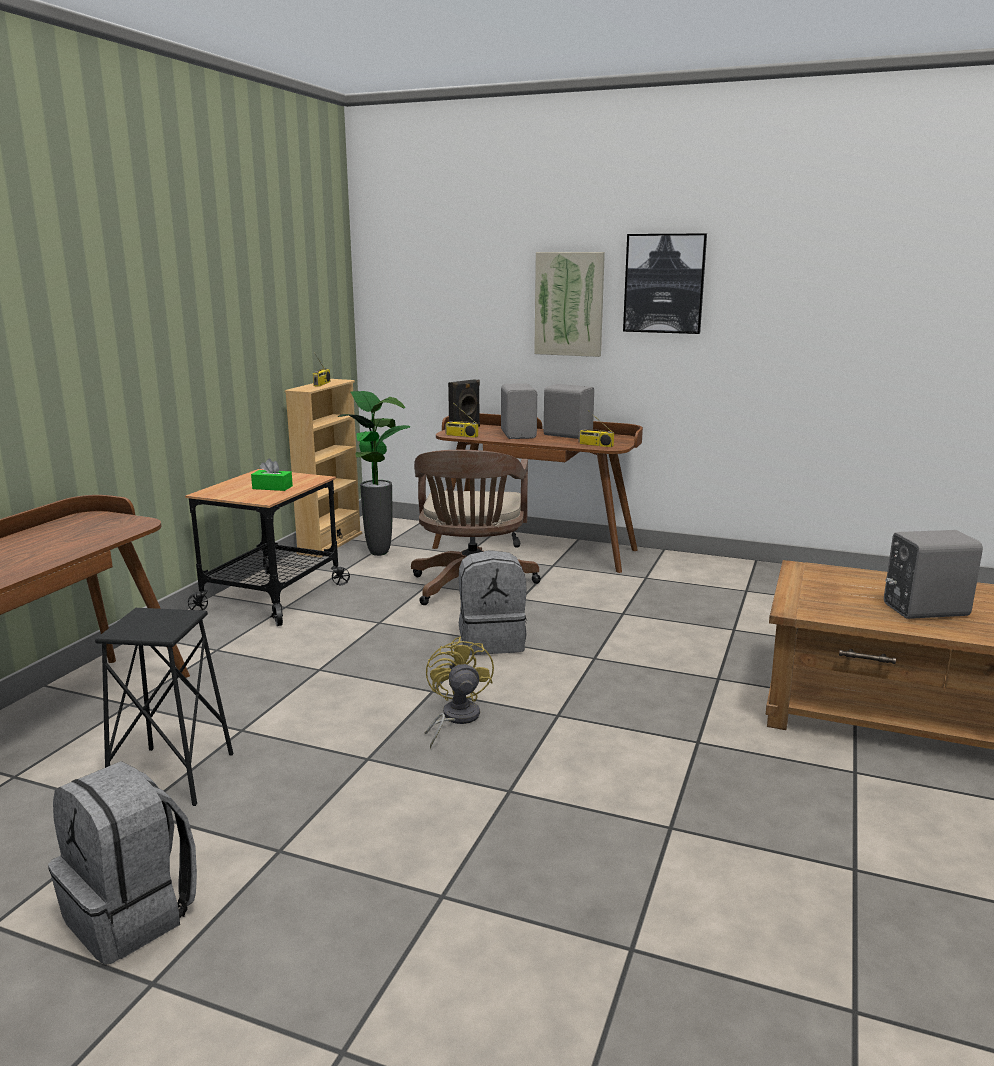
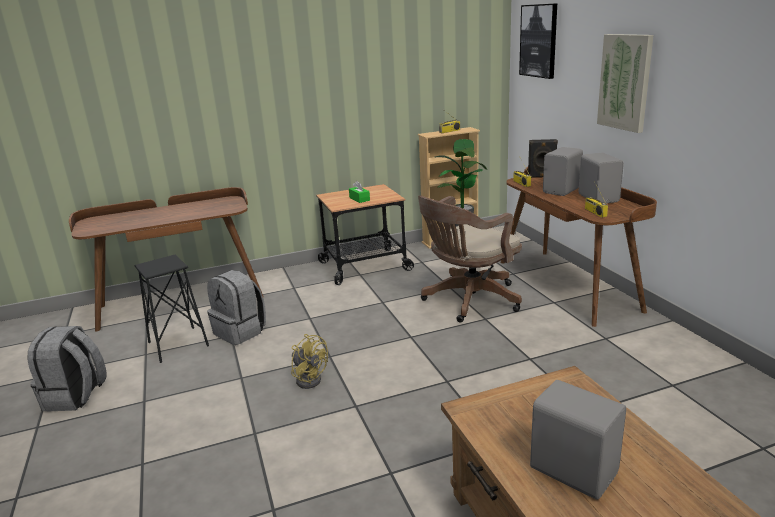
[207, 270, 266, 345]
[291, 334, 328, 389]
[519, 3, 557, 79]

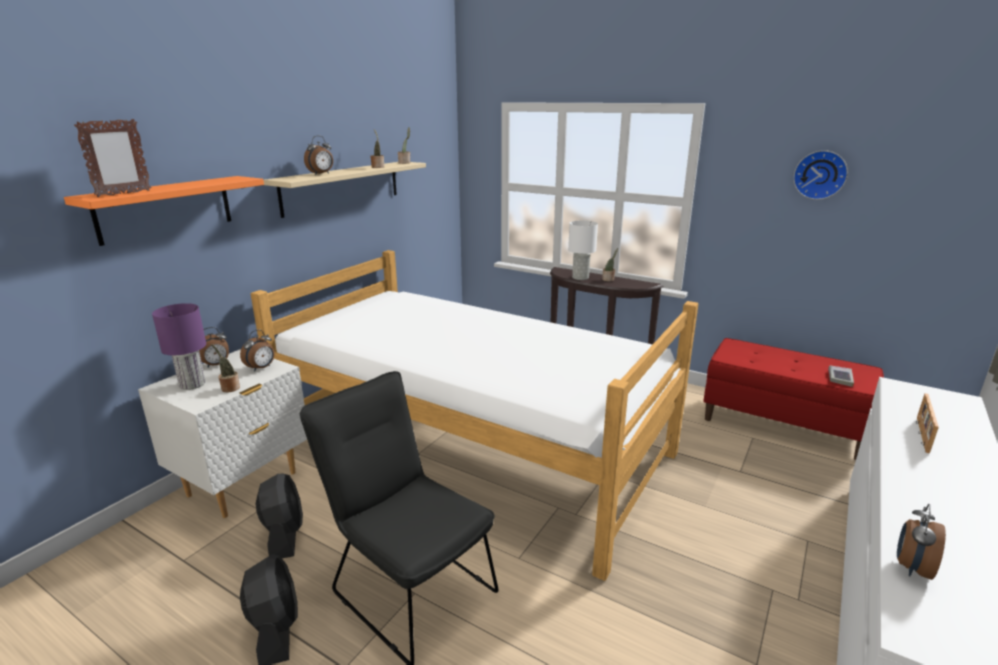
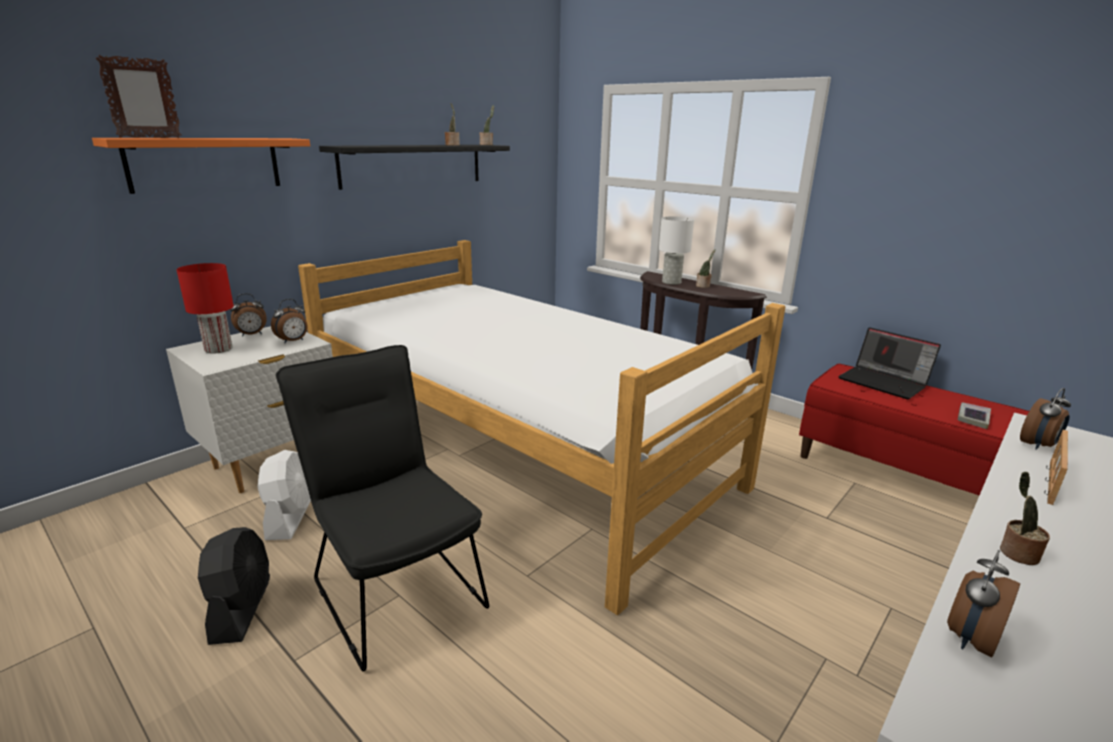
[176, 263, 234, 354]
[258, 450, 311, 540]
[319, 145, 510, 190]
[838, 327, 941, 399]
[1000, 472, 1050, 565]
[1020, 388, 1071, 450]
[793, 150, 848, 200] (first image)

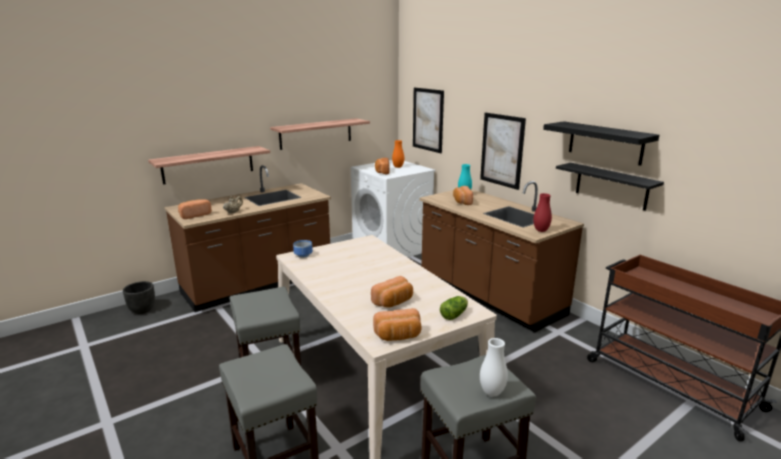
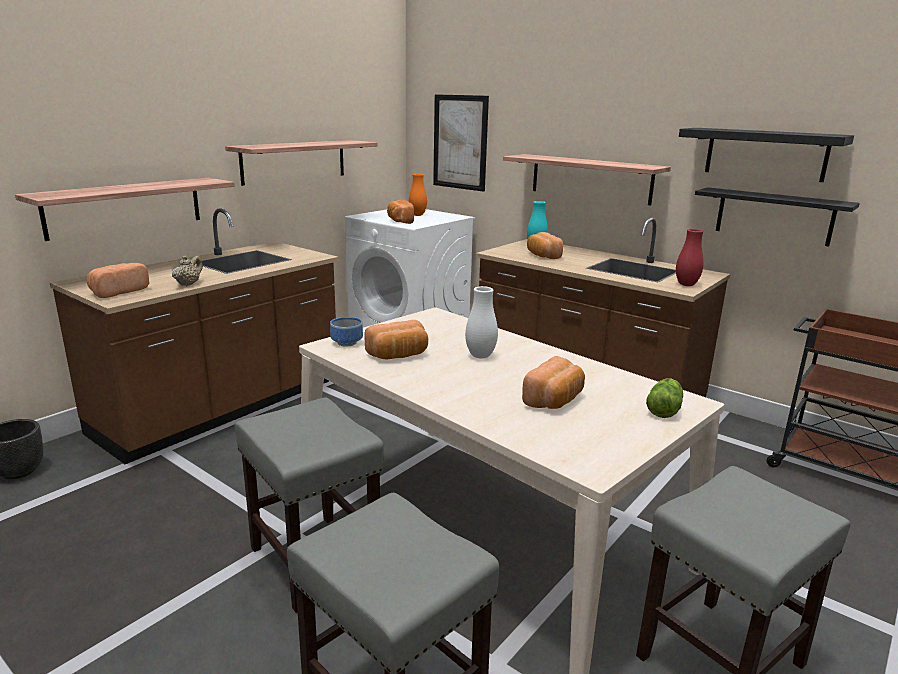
[364, 320, 428, 359]
[465, 286, 498, 359]
[503, 154, 671, 206]

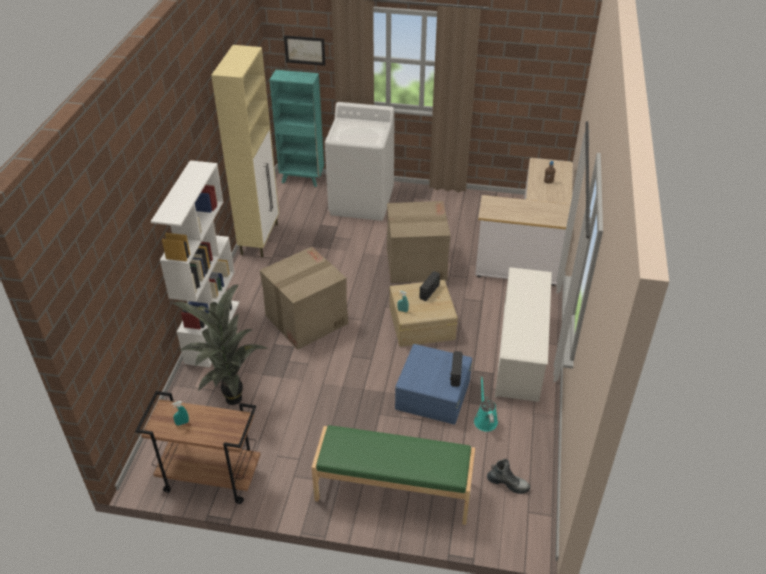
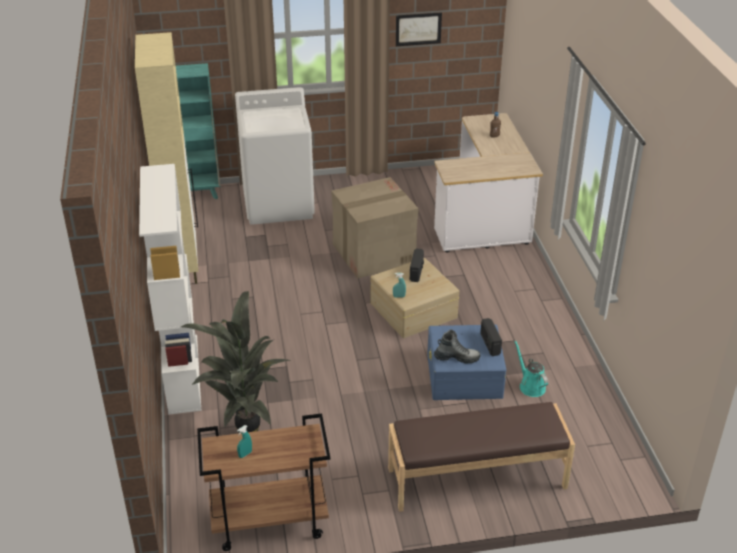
[388, 402, 575, 512]
[396, 12, 442, 46]
[434, 330, 480, 364]
[260, 247, 348, 350] (first image)
[495, 267, 552, 402] (first image)

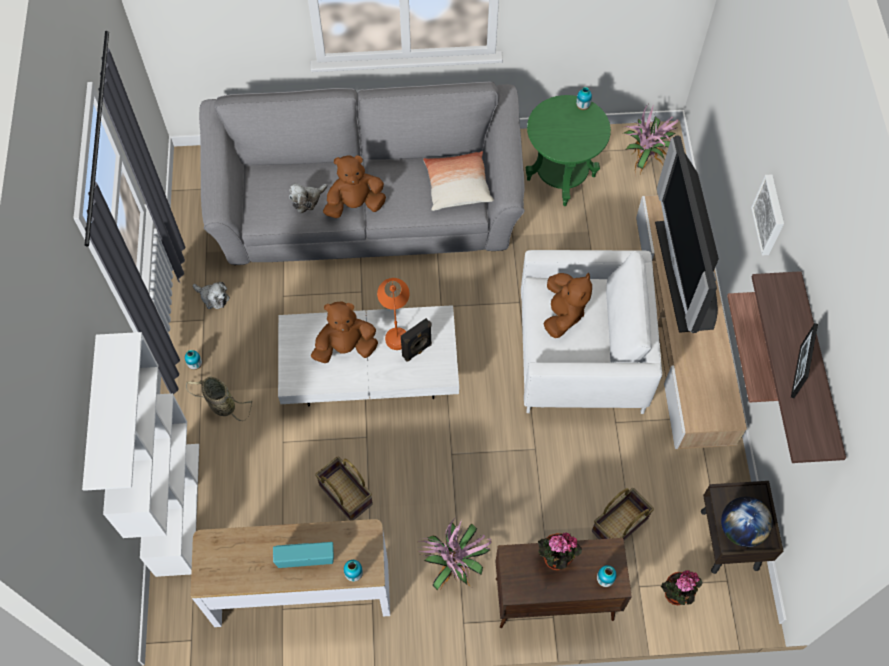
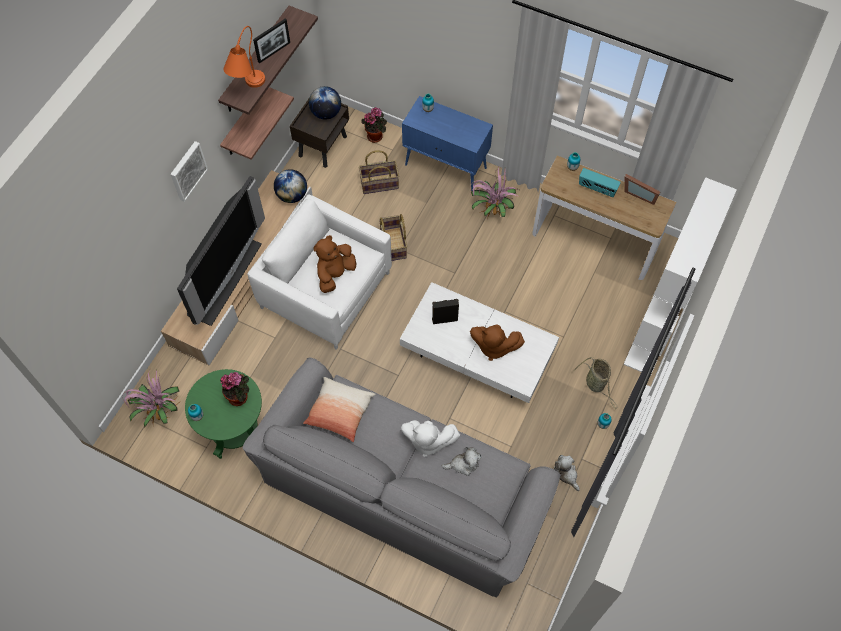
[220, 372, 249, 406]
[223, 26, 265, 88]
[274, 169, 307, 203]
[379, 214, 407, 261]
[401, 420, 460, 457]
[402, 96, 493, 192]
[625, 174, 660, 205]

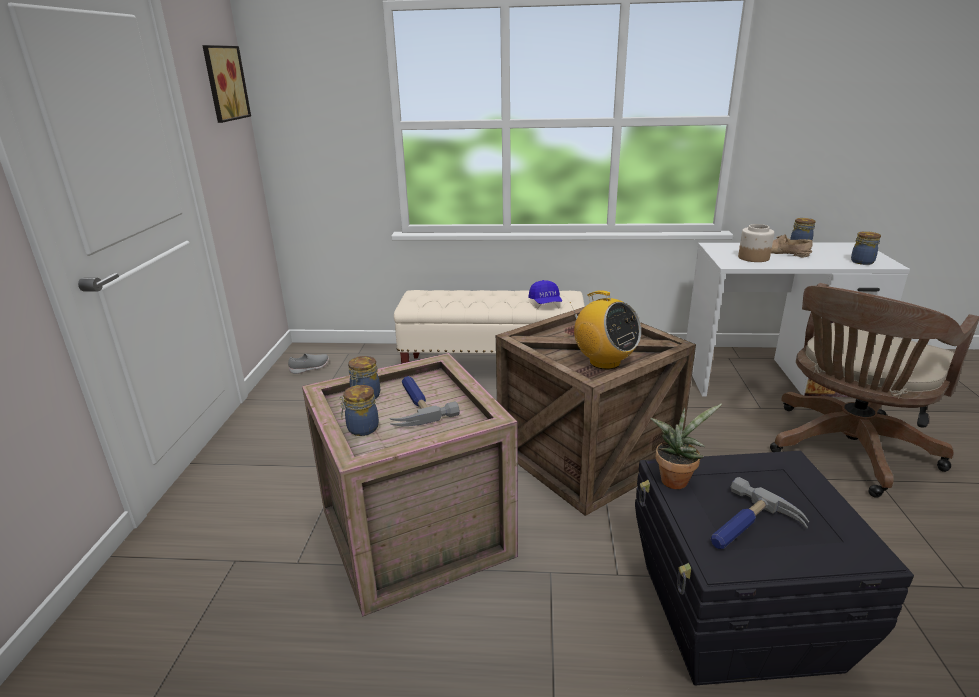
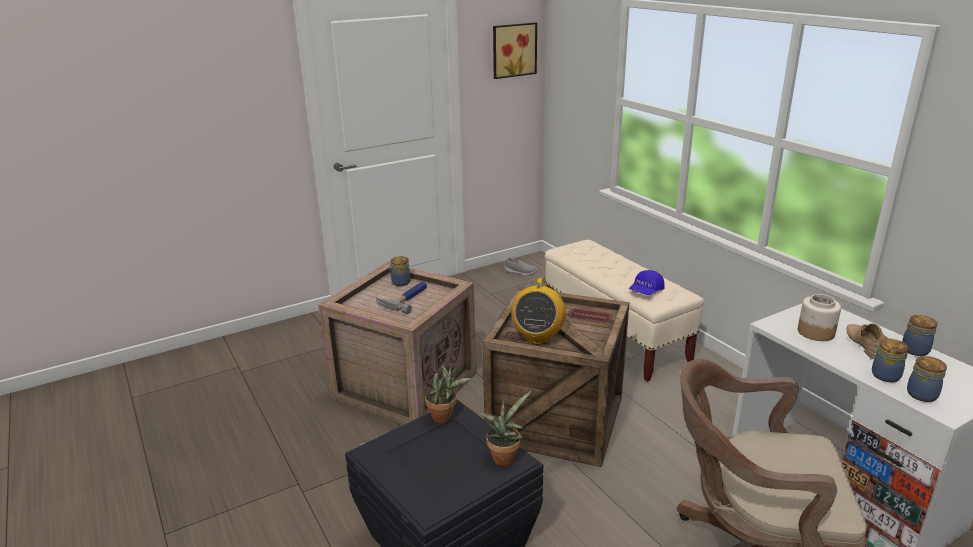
[478, 391, 531, 466]
[870, 338, 909, 382]
[711, 477, 809, 549] (first image)

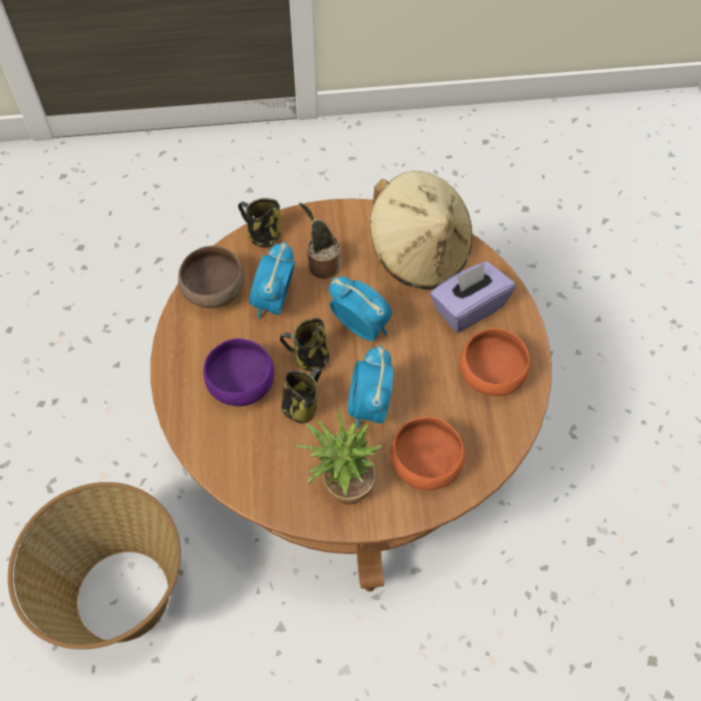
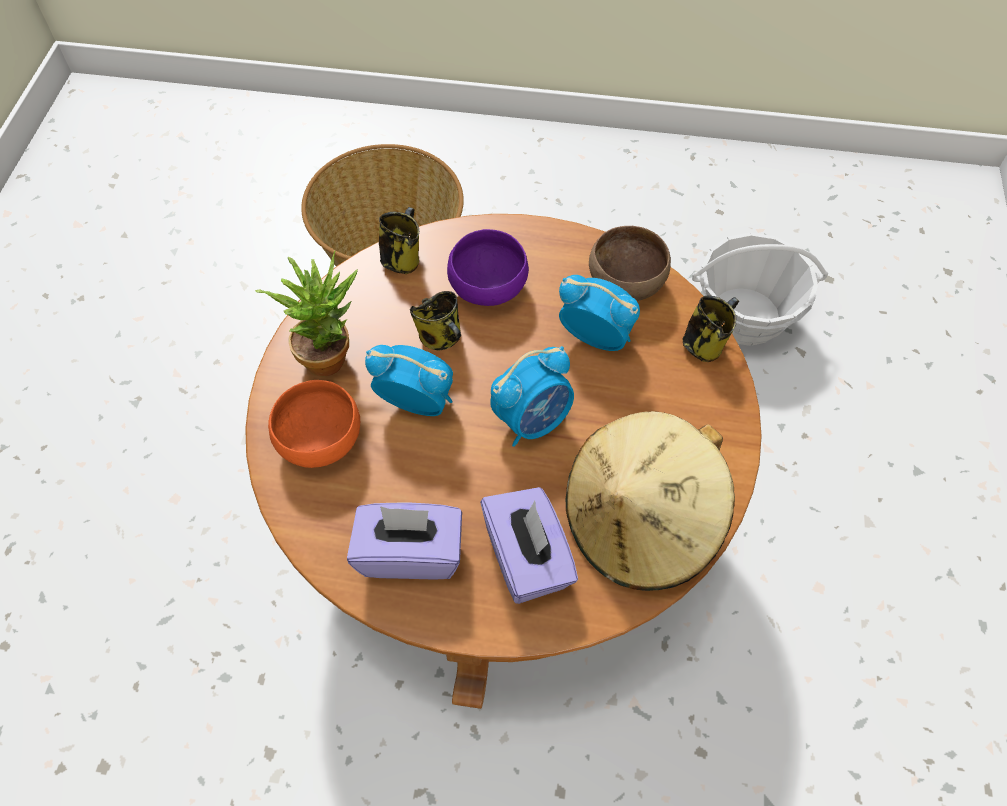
[347, 503, 462, 580]
[379, 207, 419, 274]
[692, 233, 828, 346]
[299, 203, 341, 279] (first image)

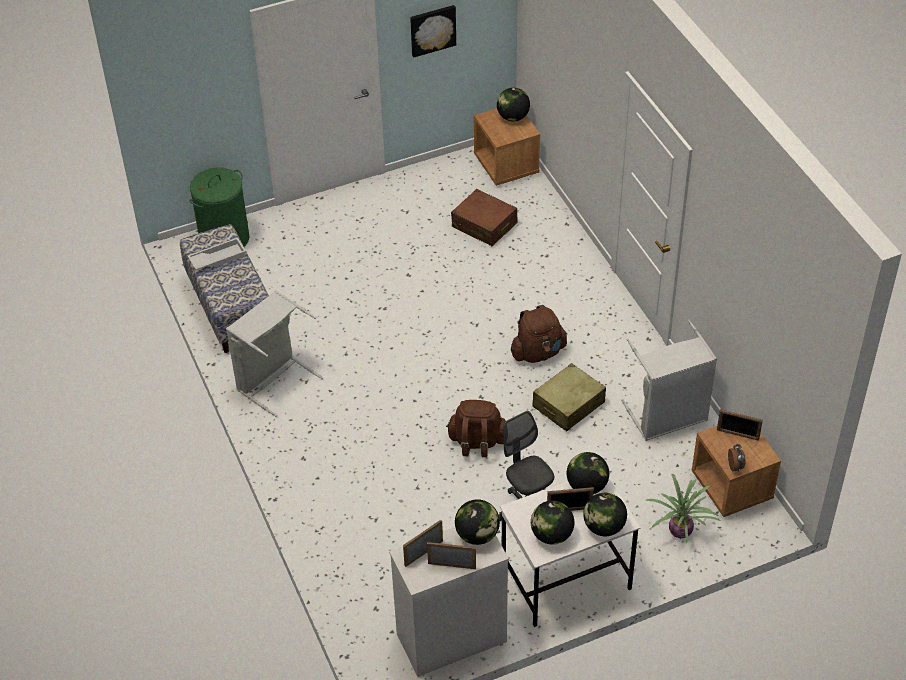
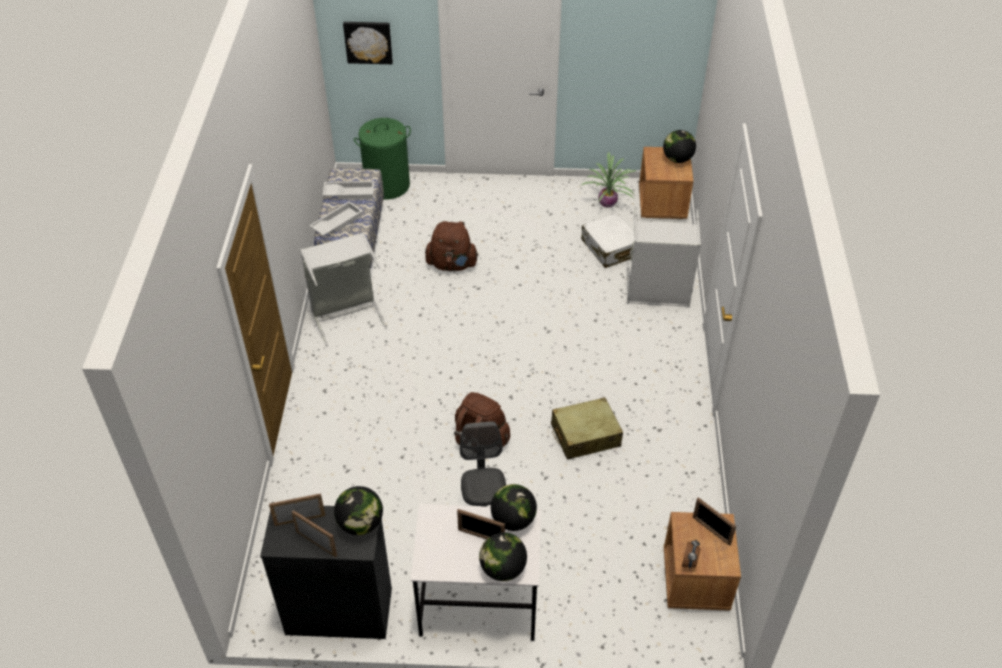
[260, 506, 392, 639]
[309, 201, 363, 236]
[343, 22, 393, 64]
[425, 221, 479, 271]
[580, 152, 637, 207]
[581, 213, 634, 268]
[627, 206, 701, 307]
[531, 500, 574, 545] (first image)

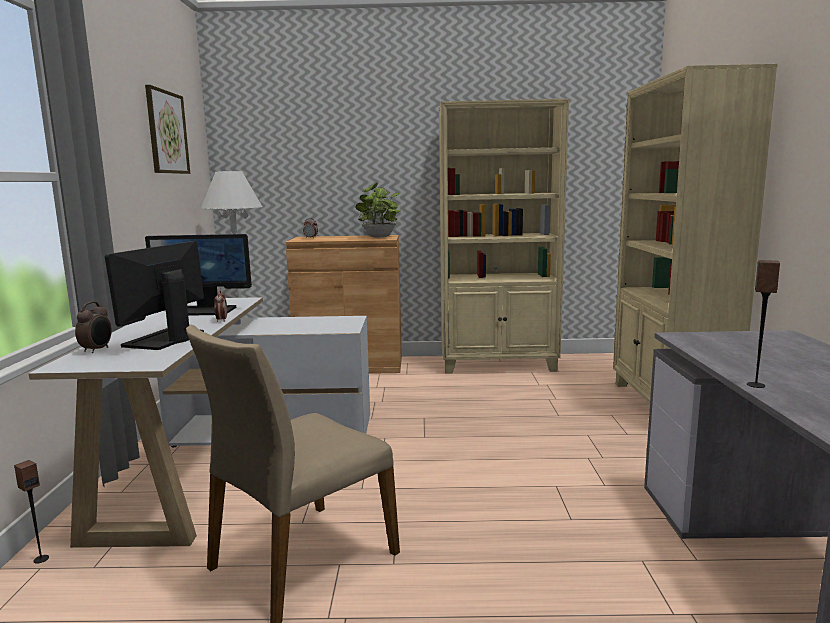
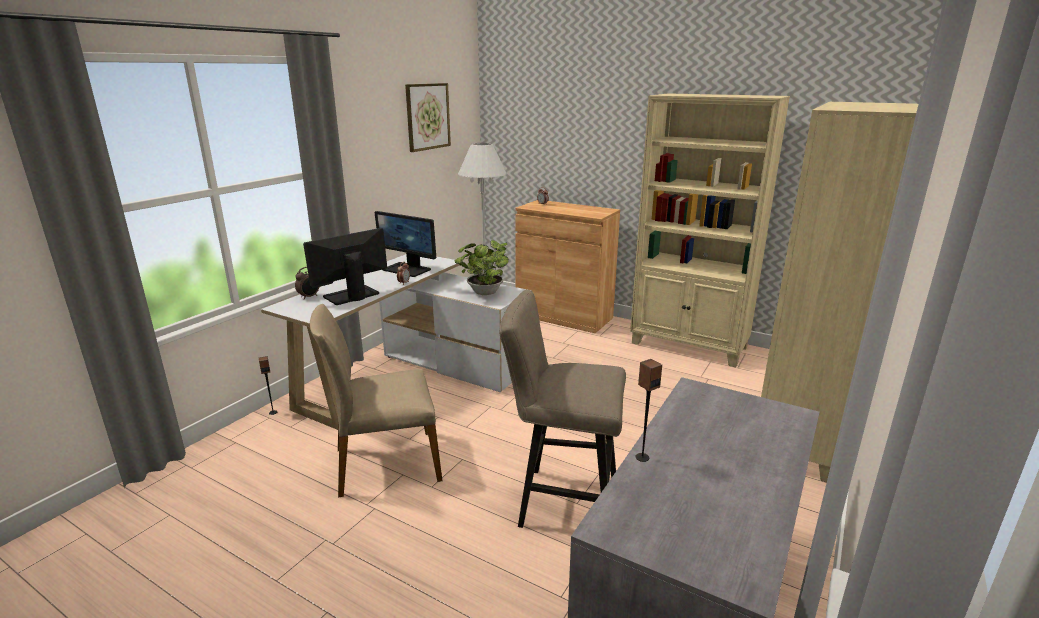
[455, 240, 509, 295]
[499, 290, 626, 528]

